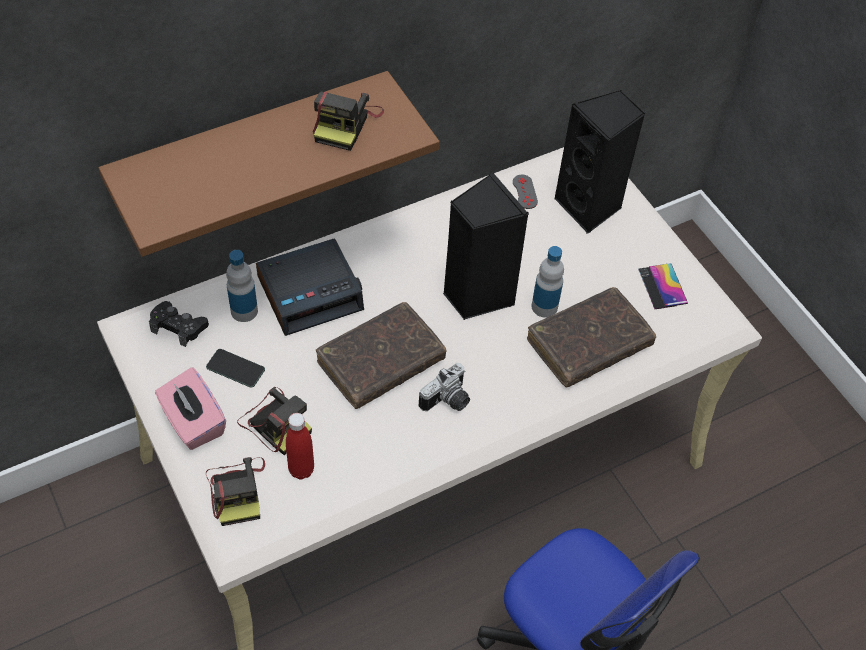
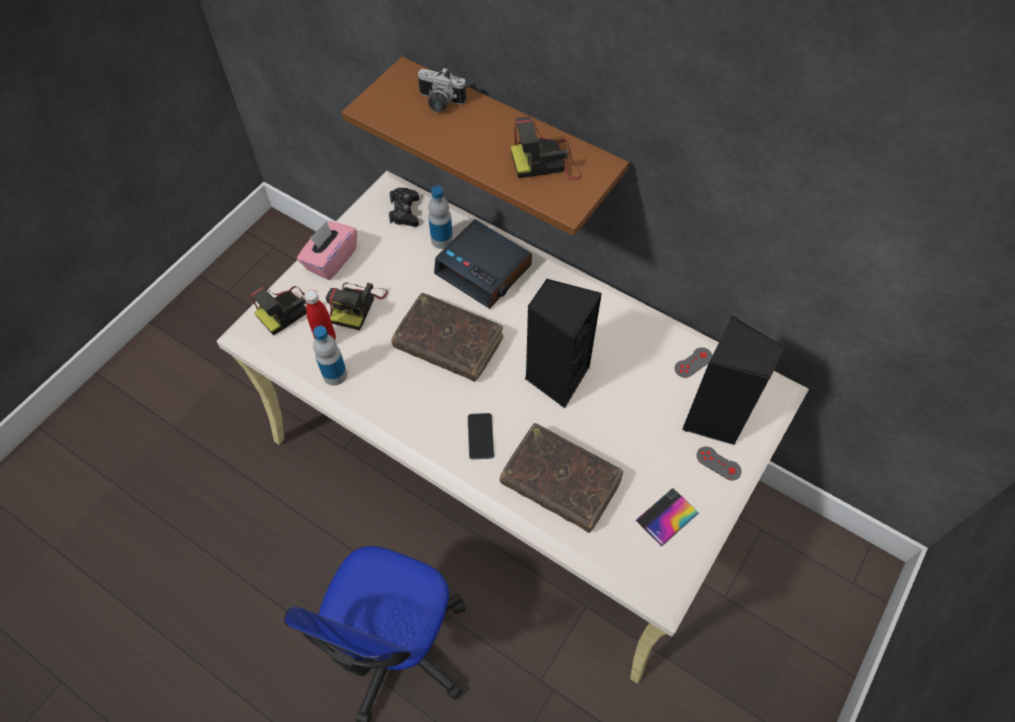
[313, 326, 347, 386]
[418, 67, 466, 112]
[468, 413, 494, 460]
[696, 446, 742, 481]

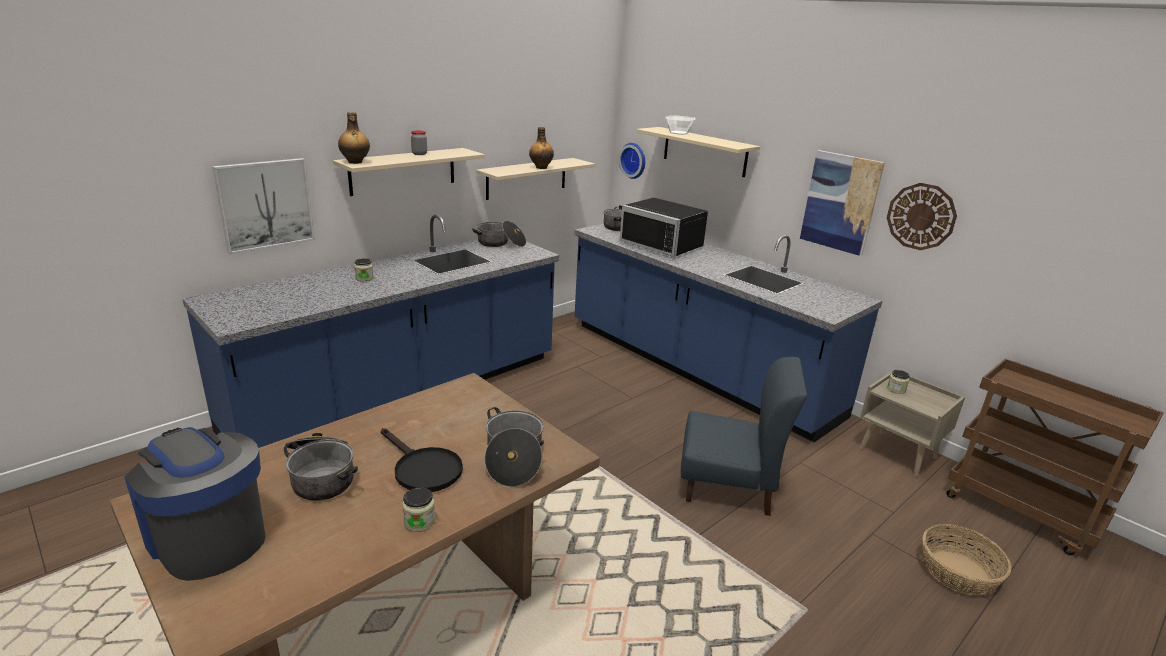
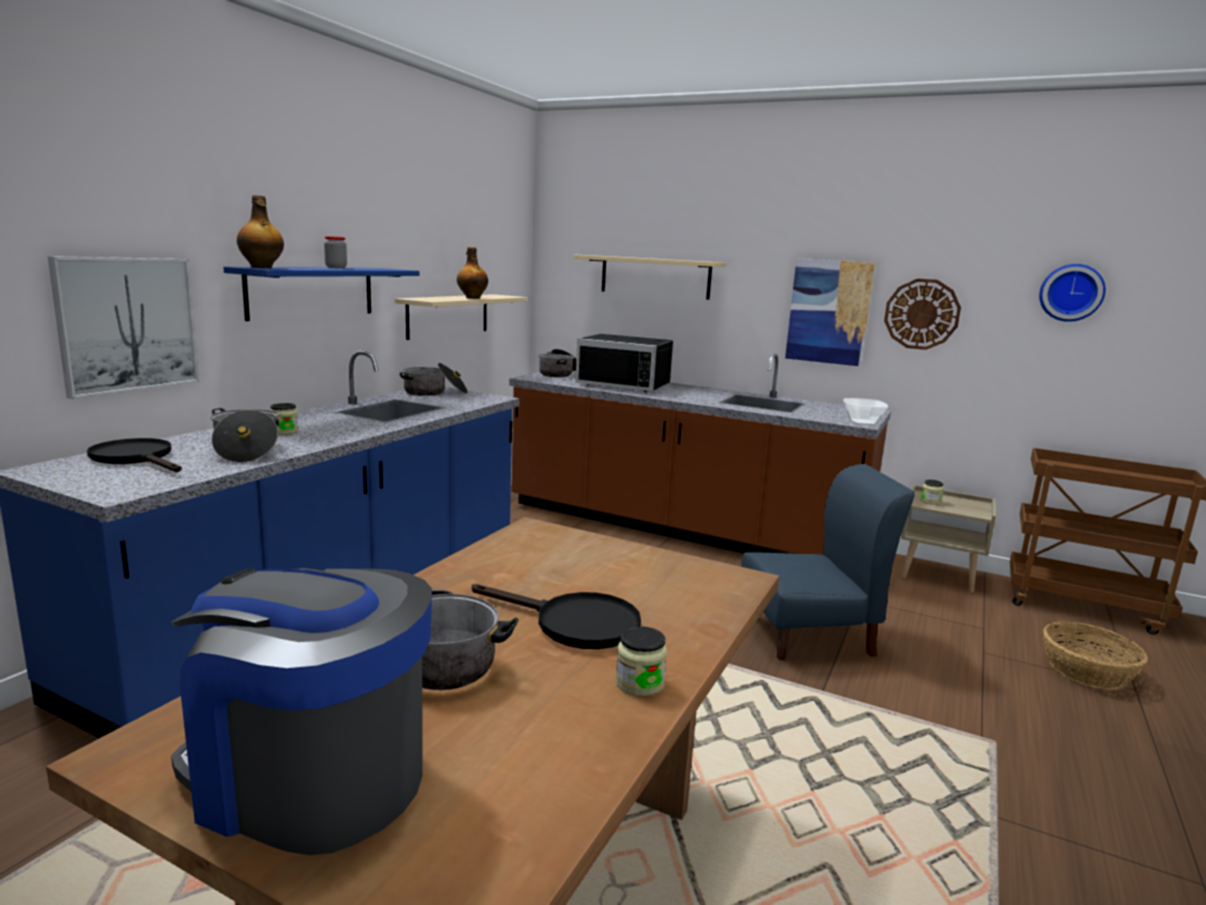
[87, 438, 182, 472]
[211, 408, 279, 463]
[223, 267, 420, 321]
[509, 353, 891, 555]
[843, 398, 888, 425]
[1039, 264, 1106, 322]

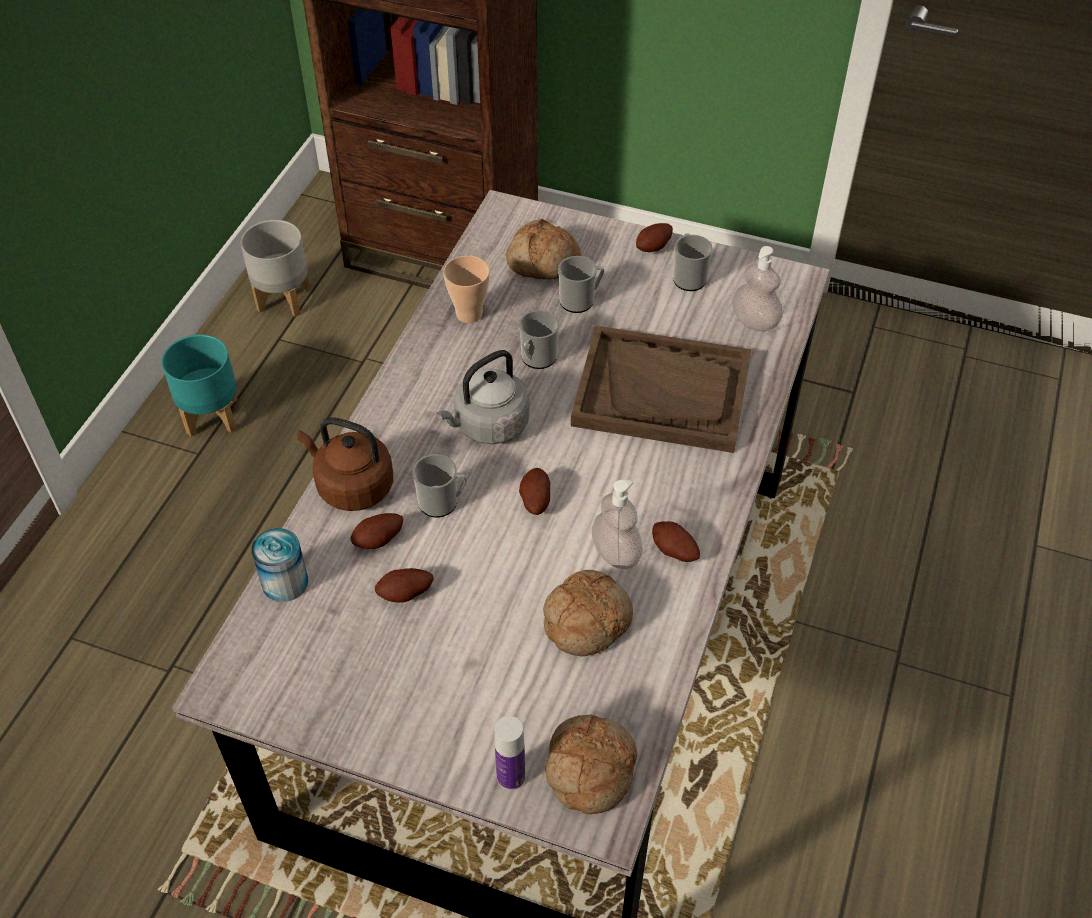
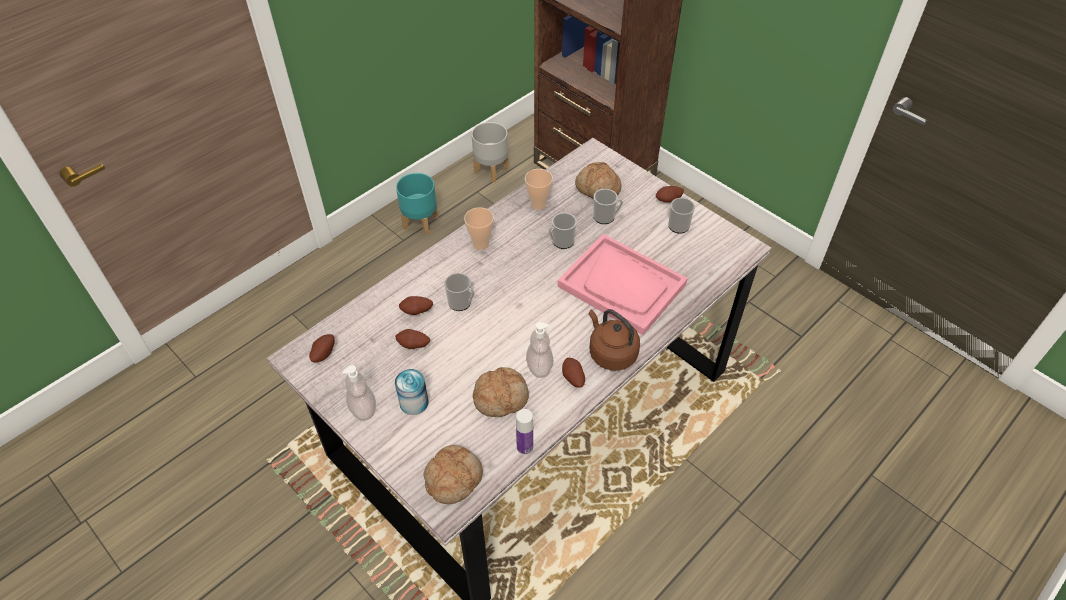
[309, 334, 335, 363]
[342, 365, 376, 421]
[395, 369, 429, 415]
[464, 207, 494, 250]
[516, 409, 533, 455]
[558, 234, 688, 335]
[589, 309, 640, 371]
[436, 350, 530, 444] (first image)

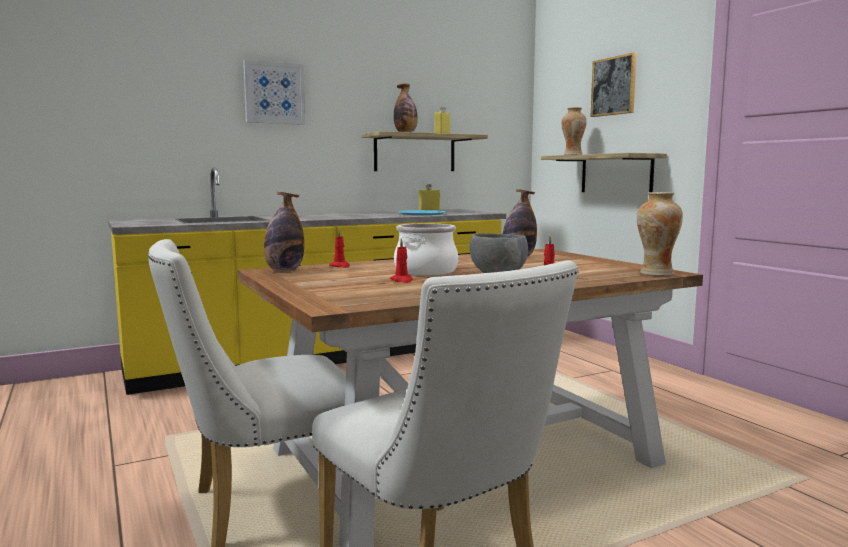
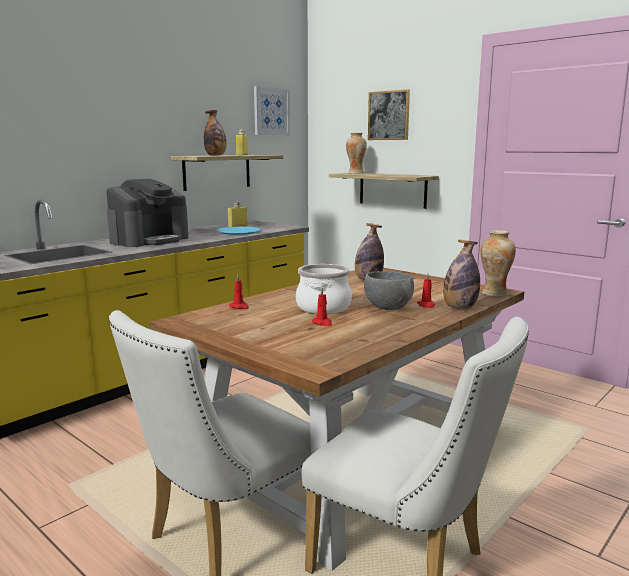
[106, 179, 188, 247]
[254, 86, 290, 135]
[443, 240, 480, 309]

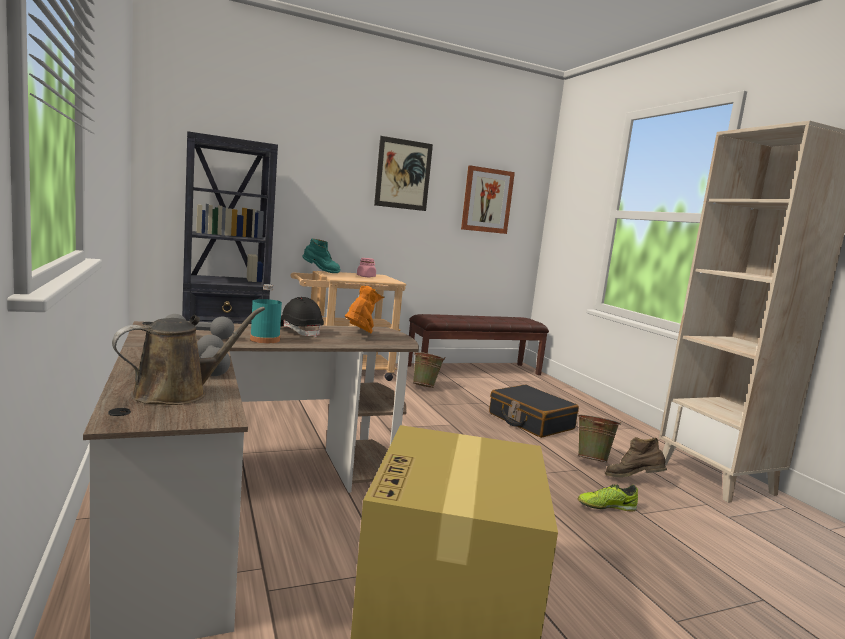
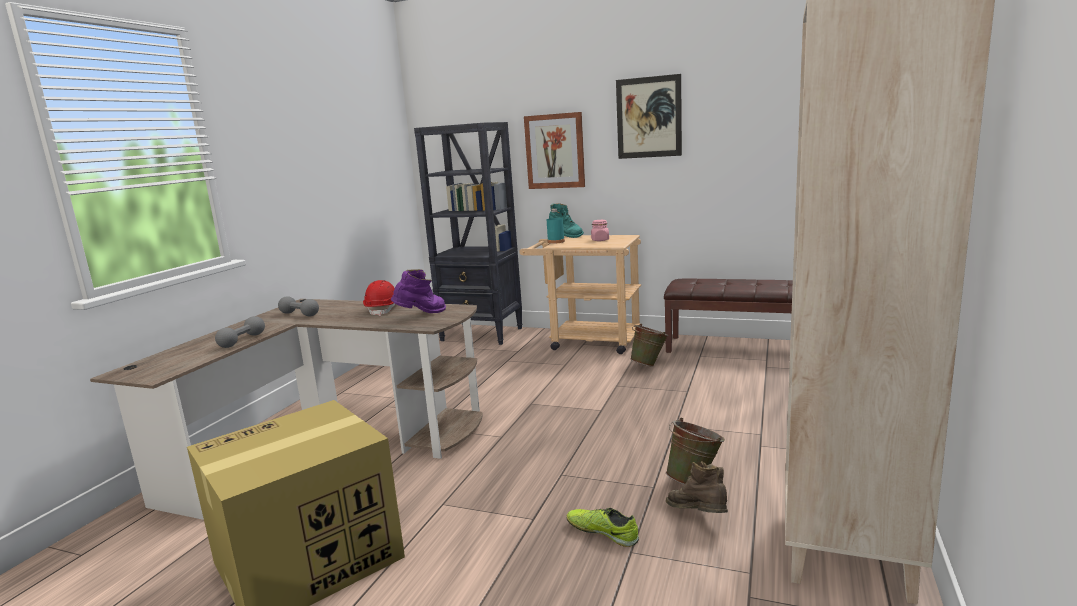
[363, 280, 396, 316]
[391, 269, 446, 313]
[524, 112, 585, 189]
[547, 209, 565, 244]
[112, 307, 265, 405] (first image)
[489, 385, 579, 438] (first image)

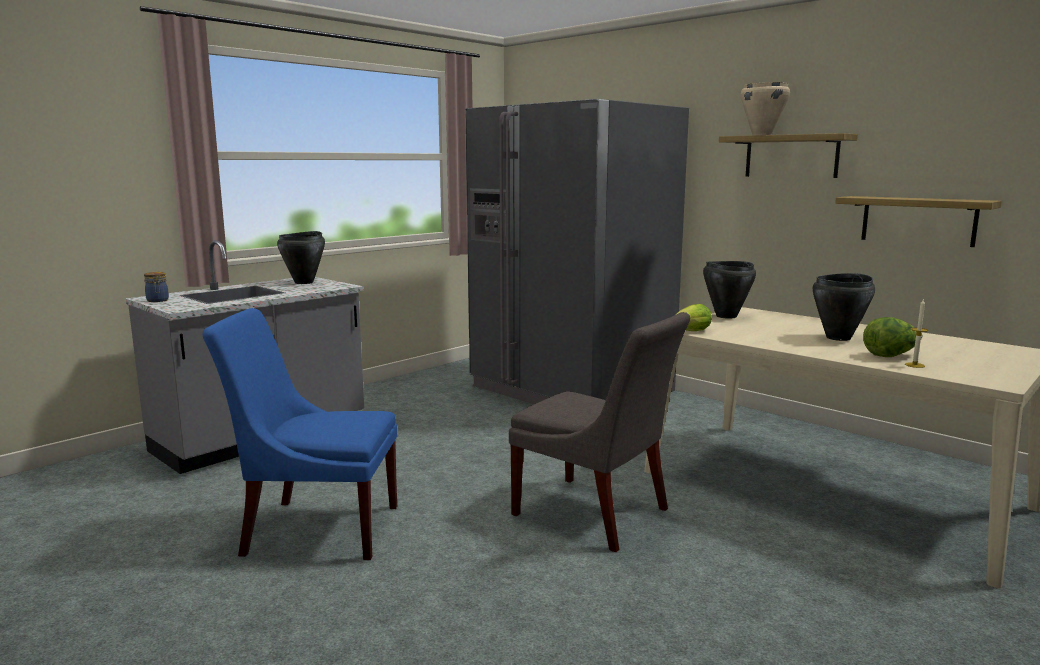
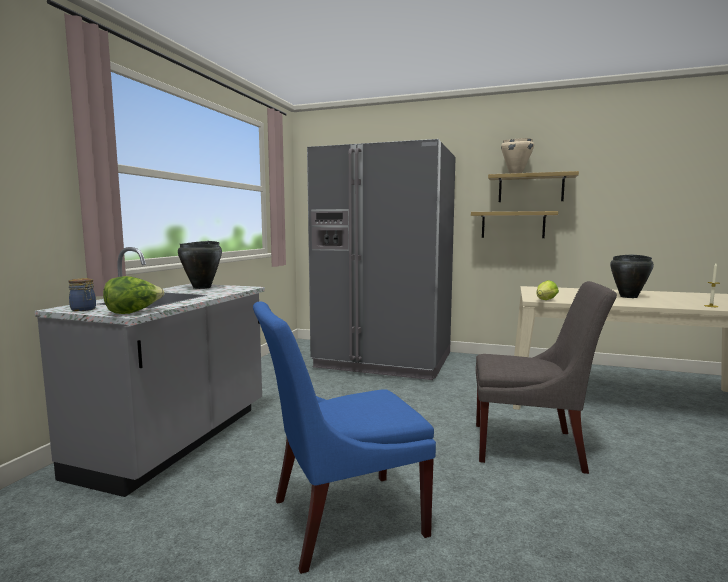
[103, 276, 164, 314]
[471, 211, 558, 238]
[703, 261, 756, 319] (first image)

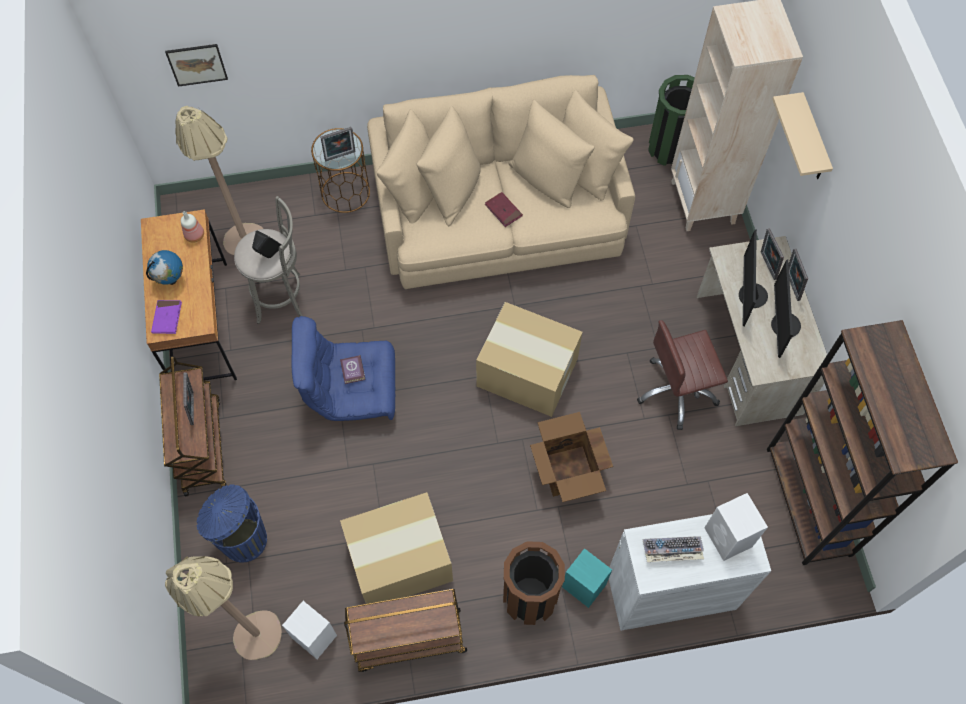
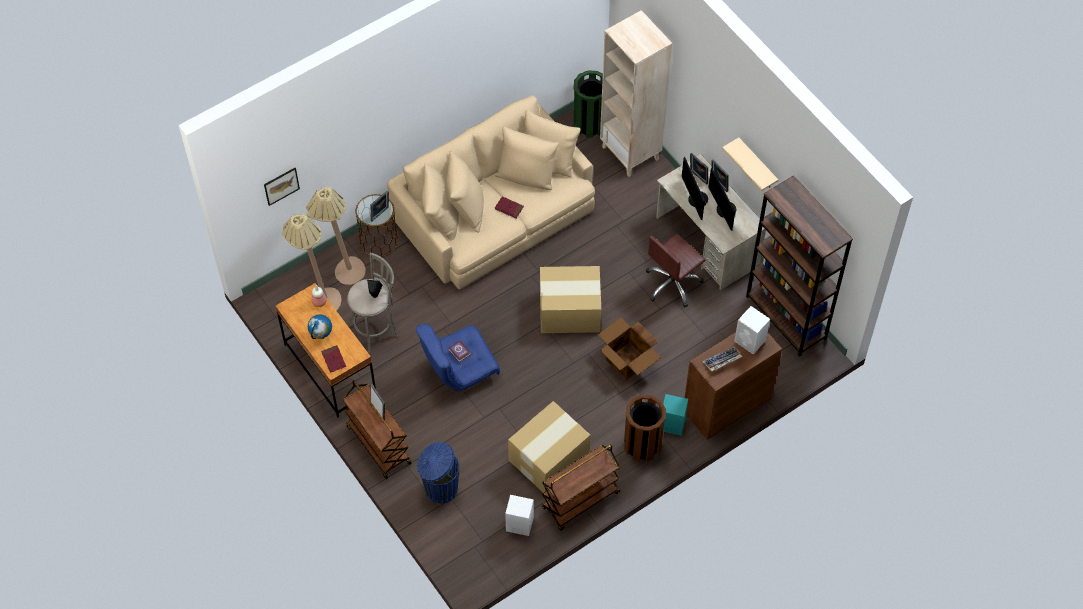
[306, 187, 365, 285]
[321, 345, 346, 373]
[685, 332, 782, 440]
[722, 138, 778, 191]

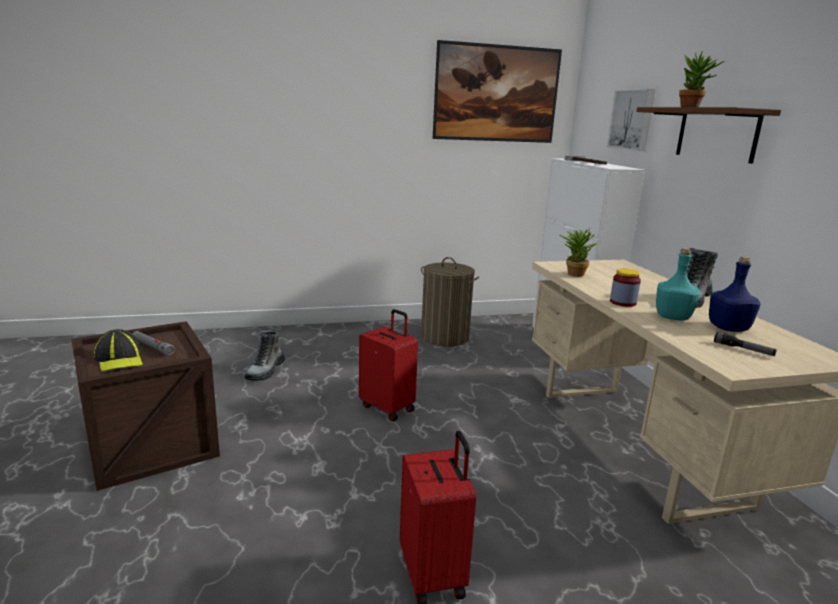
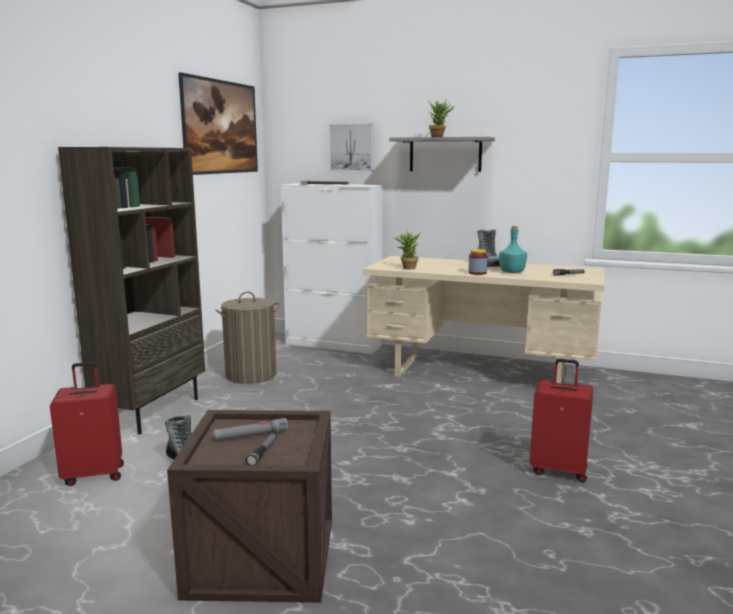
[50, 362, 124, 486]
[58, 147, 205, 435]
[246, 433, 277, 465]
[389, 137, 495, 172]
[709, 257, 761, 332] (first image)

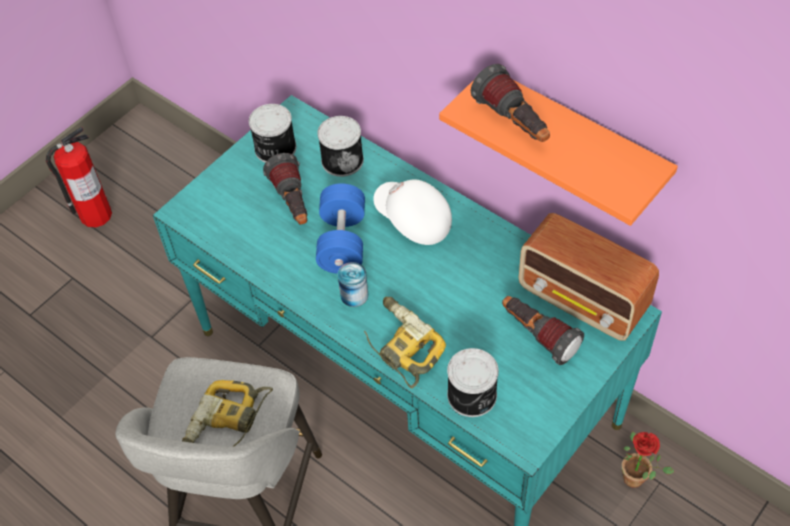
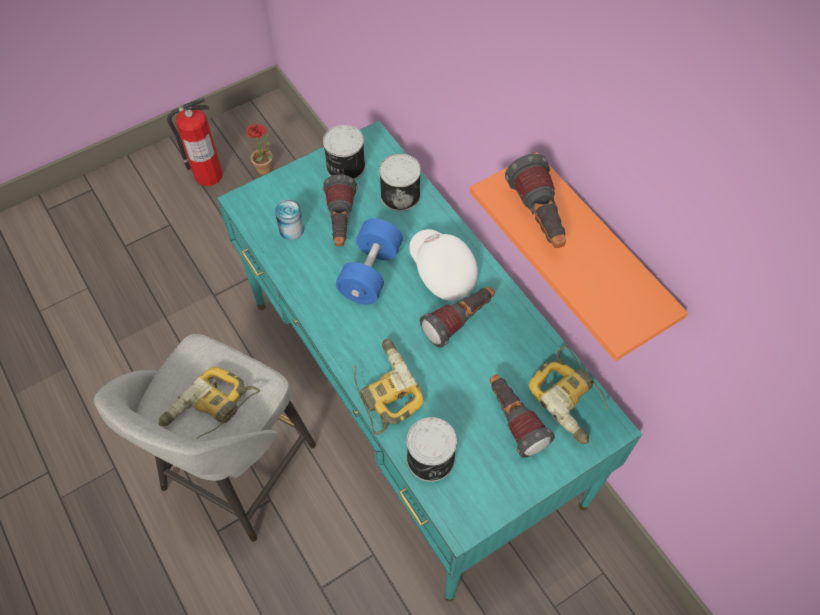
[244, 124, 273, 175]
[275, 200, 304, 240]
[420, 287, 495, 348]
[529, 346, 608, 444]

